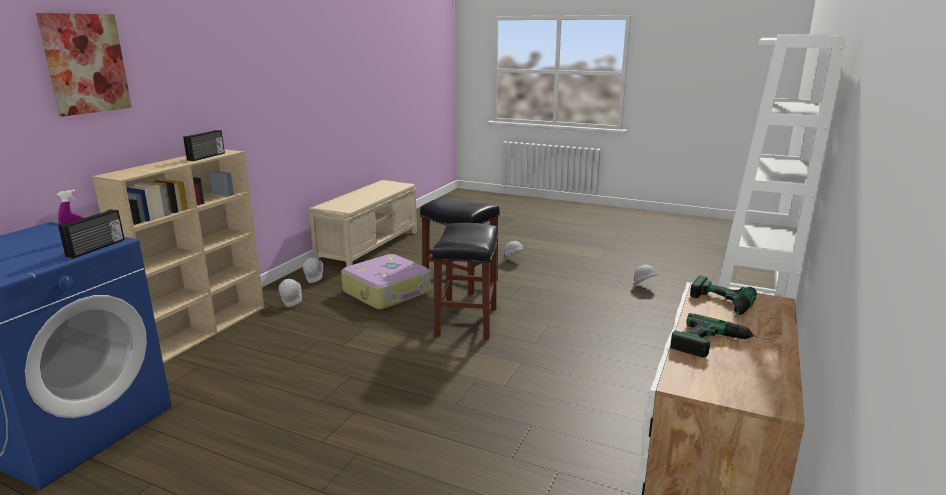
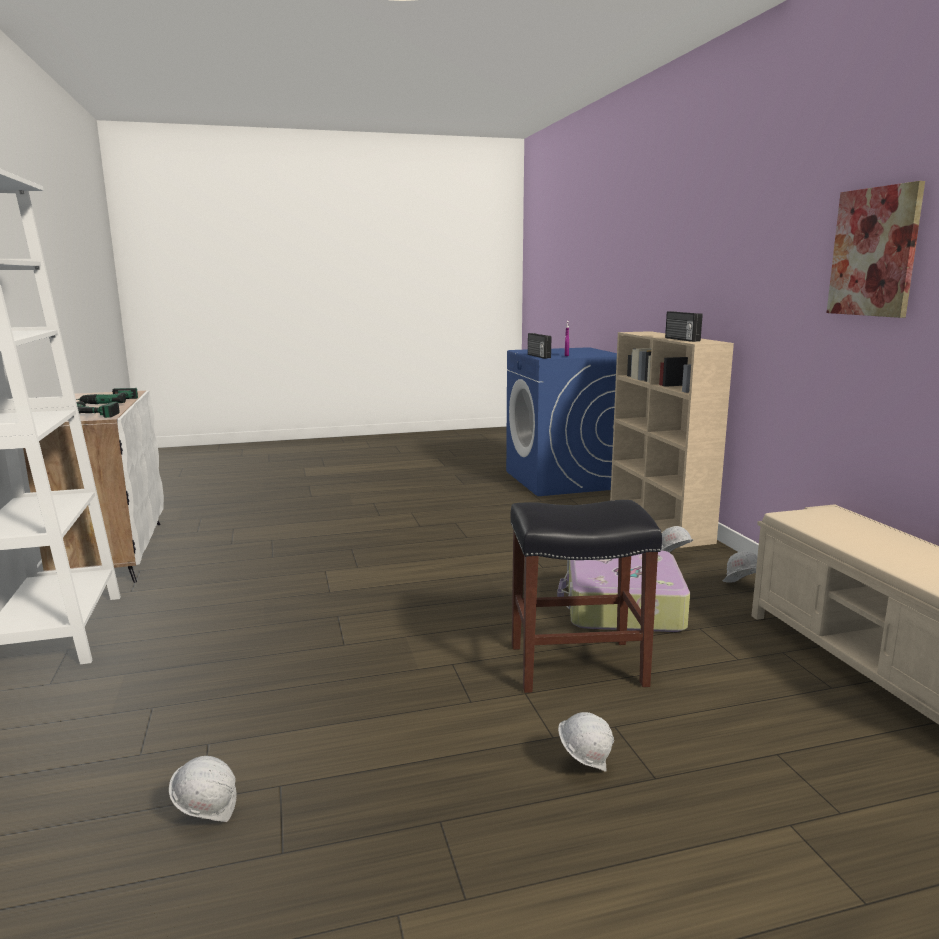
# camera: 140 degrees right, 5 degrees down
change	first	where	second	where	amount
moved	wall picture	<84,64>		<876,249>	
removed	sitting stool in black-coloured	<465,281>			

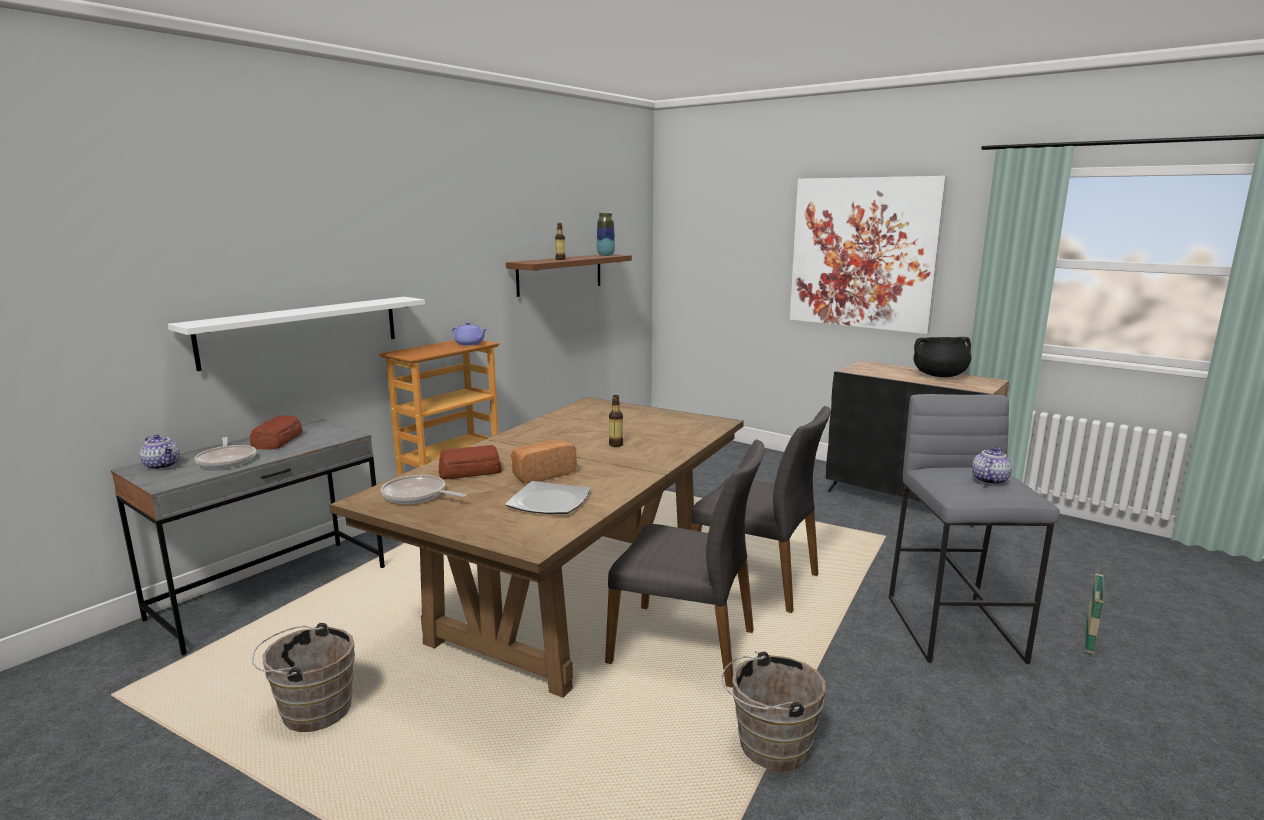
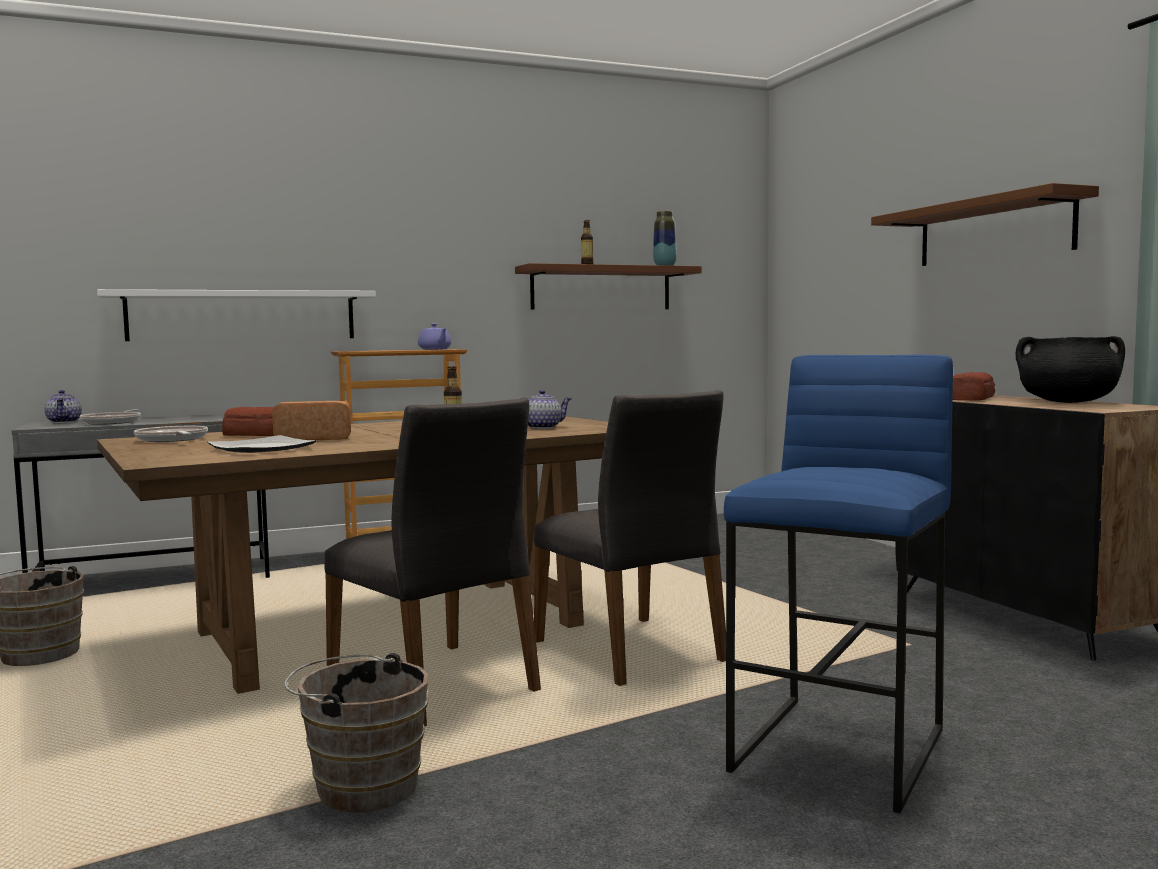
# camera: 30 degrees right, 10 degrees down
change	first	where	second	where	amount
moved	baked bread	<276,432>		<974,386>	
replaced	wall picture	<868,255>	bracket shelf in brownish	<985,224>	
recoloured	sitting stool in grey	<974,529>	sitting stool in blue-coloured	<838,584>	
moved	pot for tea	<992,466>		<544,409>	
removed	storage basket	<1097,607>			

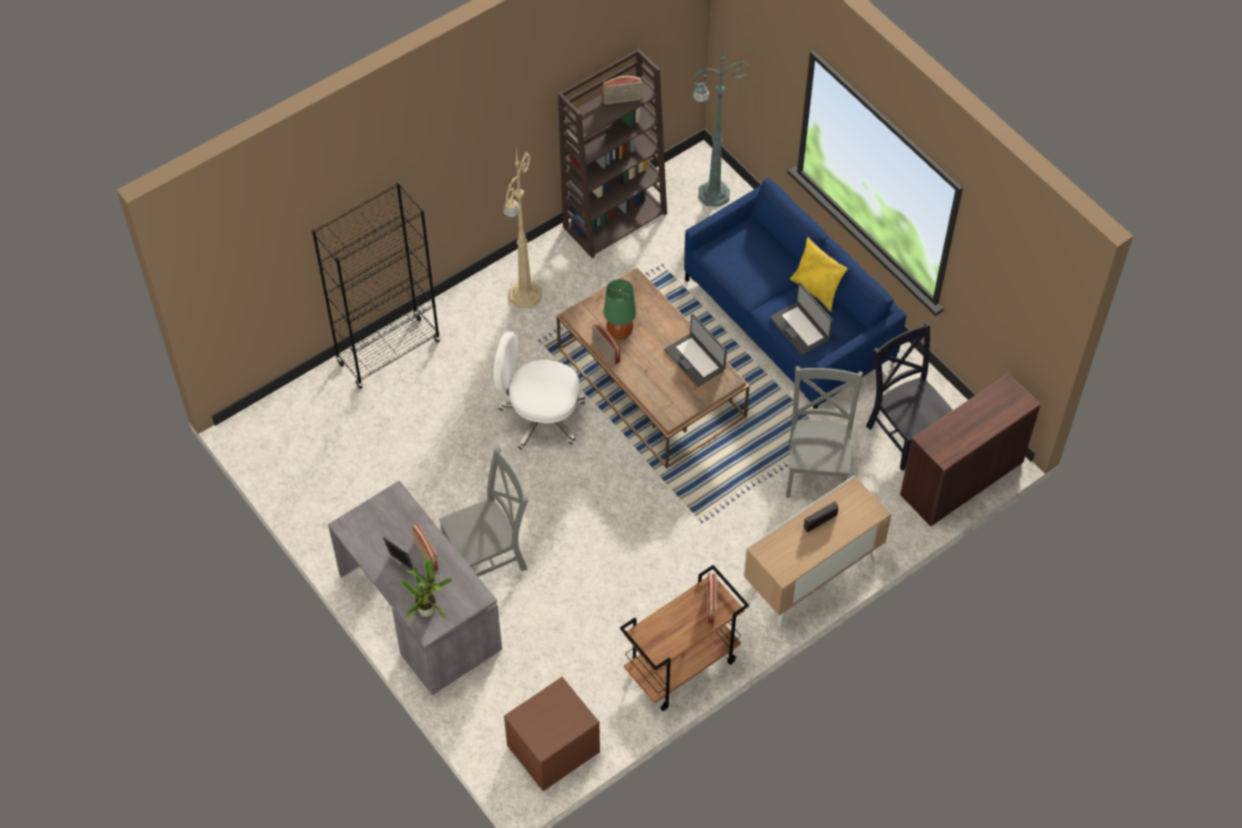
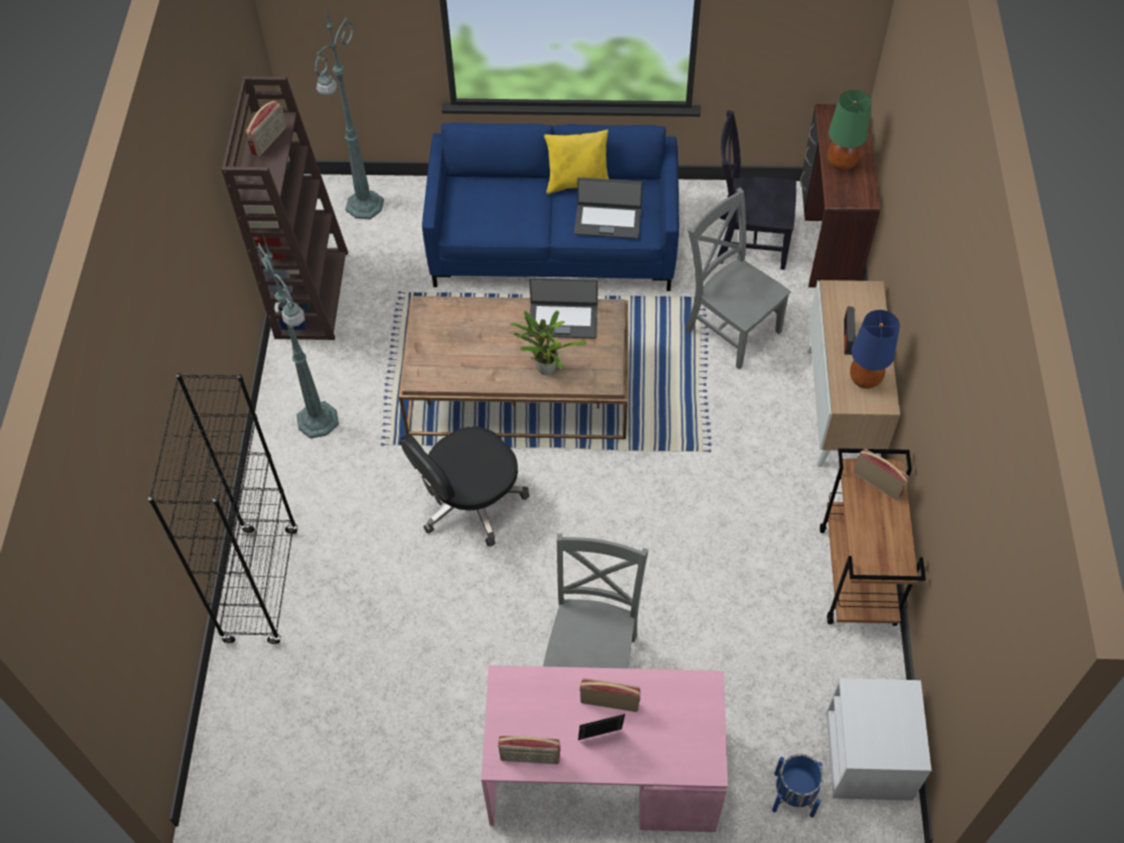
# camera: 50 degrees left, 0 degrees up
change	first	where	second	where	amount
recoloured	desk unit in grey	<415,587>	desk unit in pinkish	<604,748>	
moved	potted plant	<426,588>		<549,343>	
recoloured	computer chair in whitish	<539,391>	computer chair in black-coloured	<465,486>	
recoloured	standard lamp in beige	<522,228>	standard lamp in green	<298,337>	
recoloured	nightstand in brownish	<552,734>	nightstand in whitish	<879,739>	
moved	radio receiver	<606,343>		<529,750>	
moved	tabletop lamp in green	<620,309>		<850,130>	
added			plant pot in blue-coloured	<798,786>	
added			tabletop lamp in blue-coloured	<875,349>	

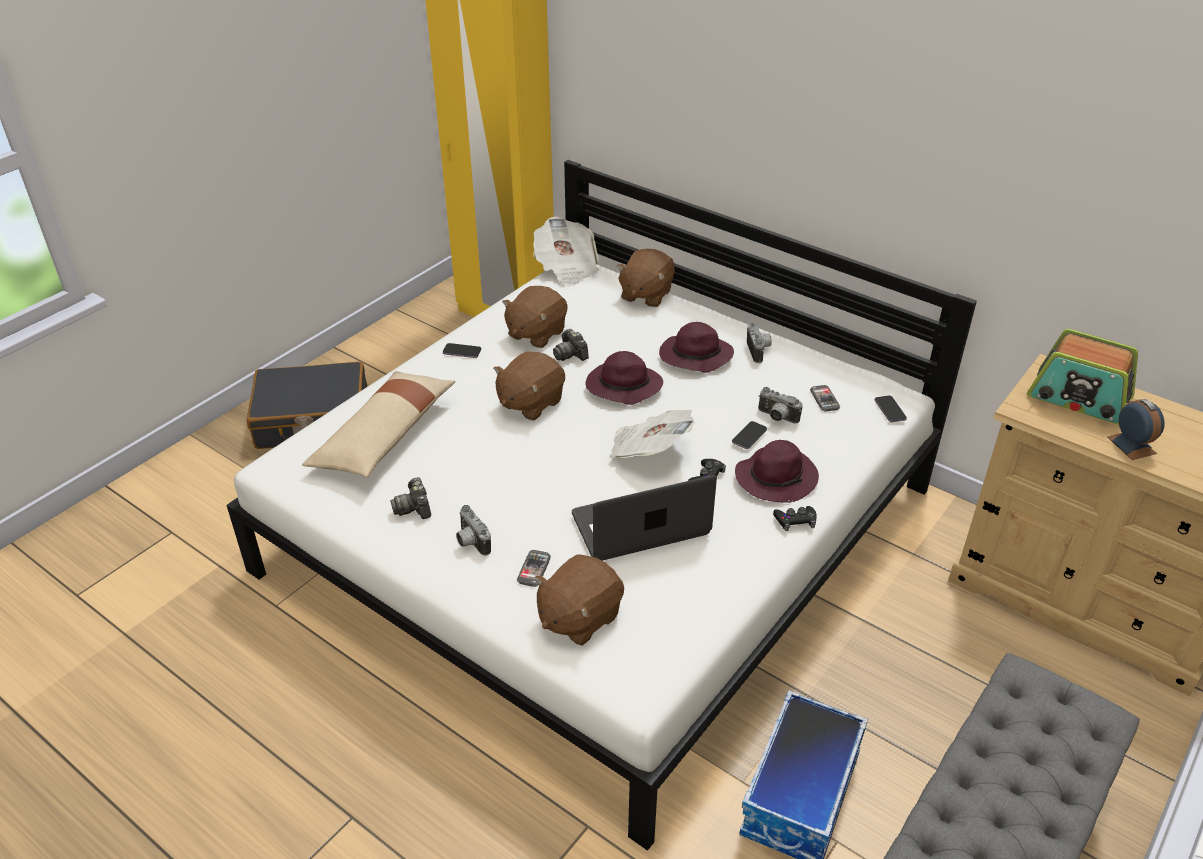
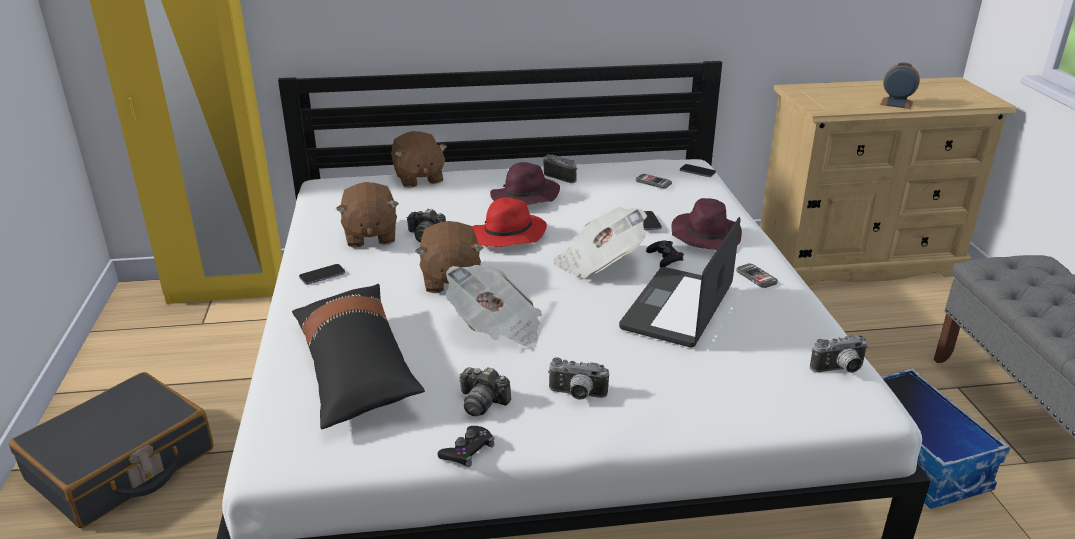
# camera: 45 degrees left, 10 degrees down
change	first	where	second	where	amount
recoloured	throw pillow in beige	<379,424>	throw pillow in black-coloured	<358,356>	
moved	telephone	<534,568>		<757,276>	
moved	printed paper	<566,252>		<493,306>	
removed	plush toy in brownish	<579,600>			
recoloured	clothing hat in purple	<624,378>	clothing hat in red-coloured	<509,222>	
moved	photo camera	<780,405>		<839,354>	
moved	game controller in black-coloured	<795,518>		<466,446>	
removed	radio receiver	<1082,377>			

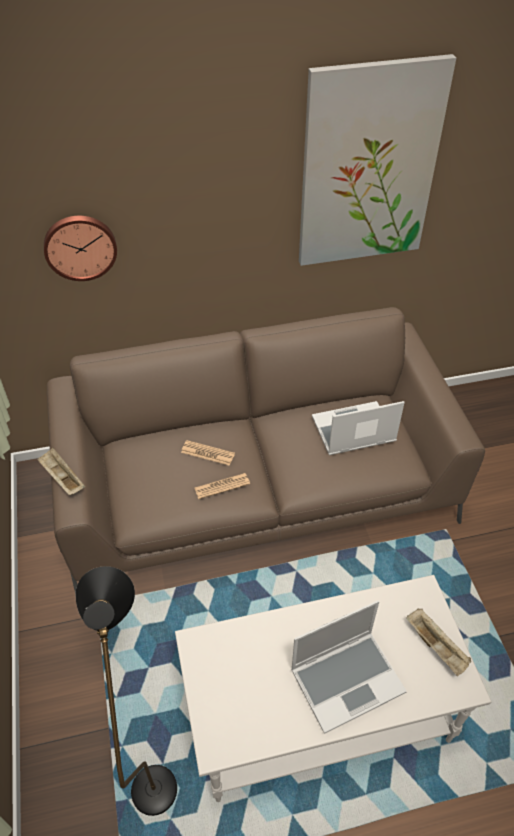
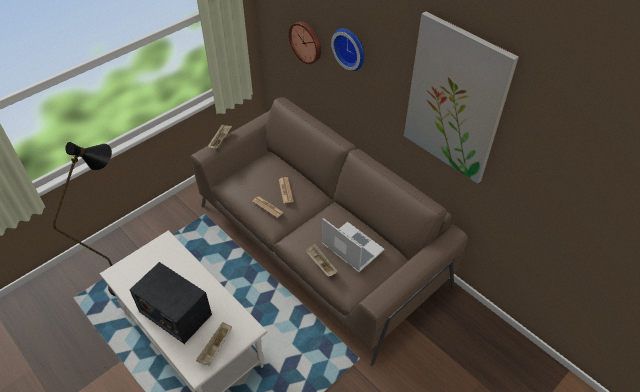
# camera: 60 degrees right, 0 degrees up
change	first	where	second	where	amount
replaced	portable computer	<349,667>	radio receiver	<170,303>	
added			tray in beige	<321,260>	
added			clock on the wall	<347,49>	

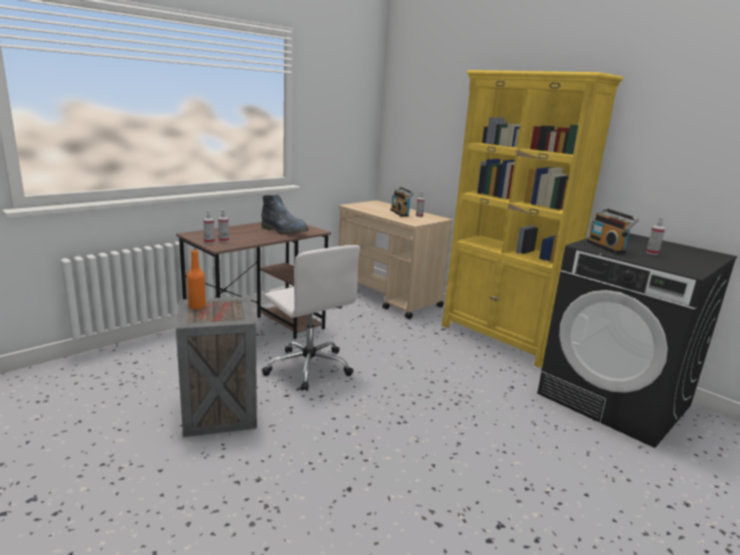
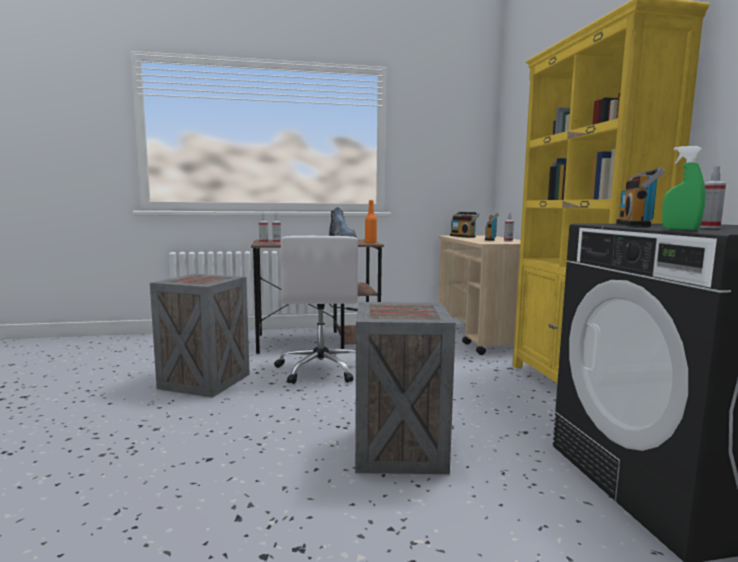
# camera: 35 degrees right, 10 degrees down
change	first	where	second	where	amount
moved	drink bottle in orange-coloured	<196,279>		<371,221>	
added			crate	<405,388>	
added			radio receiver	<465,225>	
added			sprayer in green	<684,188>	

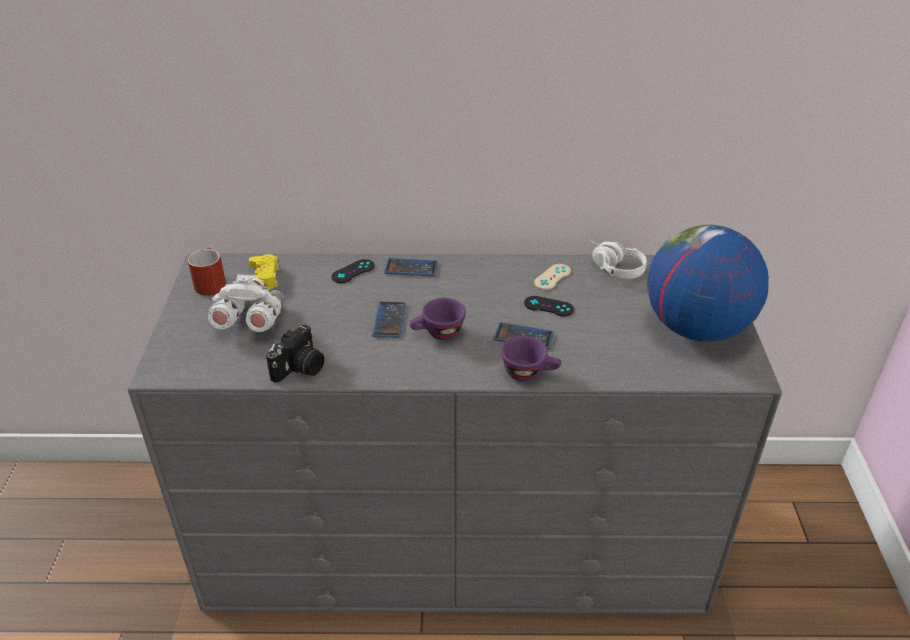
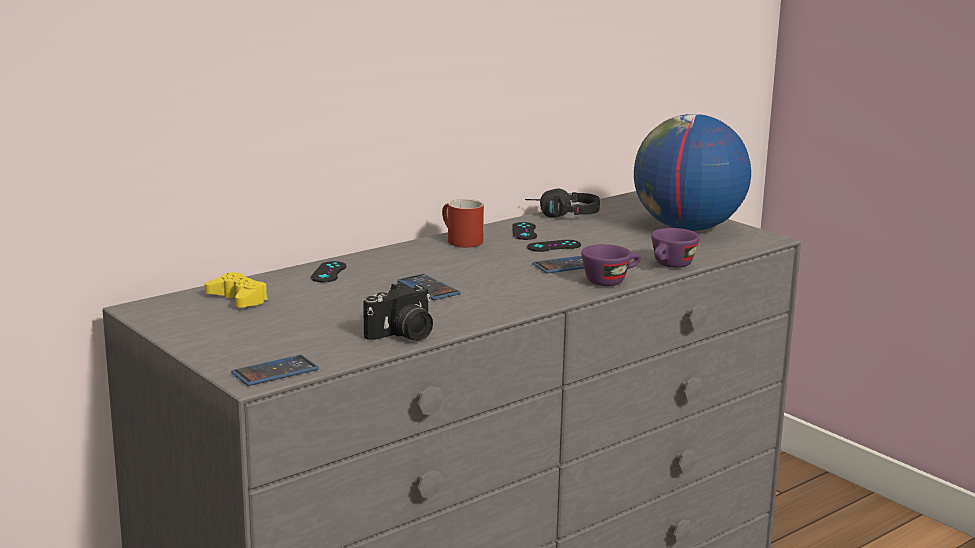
# camera: 40 degrees left, 20 degrees down
change	first	where	second	where	amount
moved	tea mug in red-coloured	<207,272>		<463,223>	
removed	field glasses in whitish	<246,303>			
turned	photo camera	<295,354>		<398,311>	60 degrees clockwise
moved	telephone	<411,267>		<275,370>	
moved	drinking cup in purple	<438,319>		<675,248>	
recoloured	game controller in beige	<552,277>	game controller in black-coloured	<524,231>	
recoloured	headphones in whitish	<618,260>	headphones in black-coloured	<562,203>	

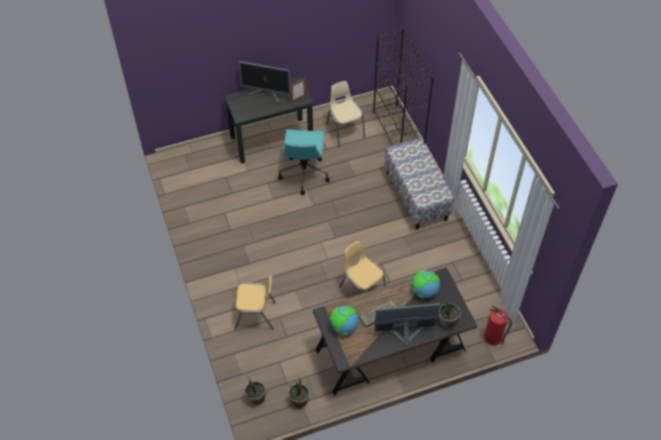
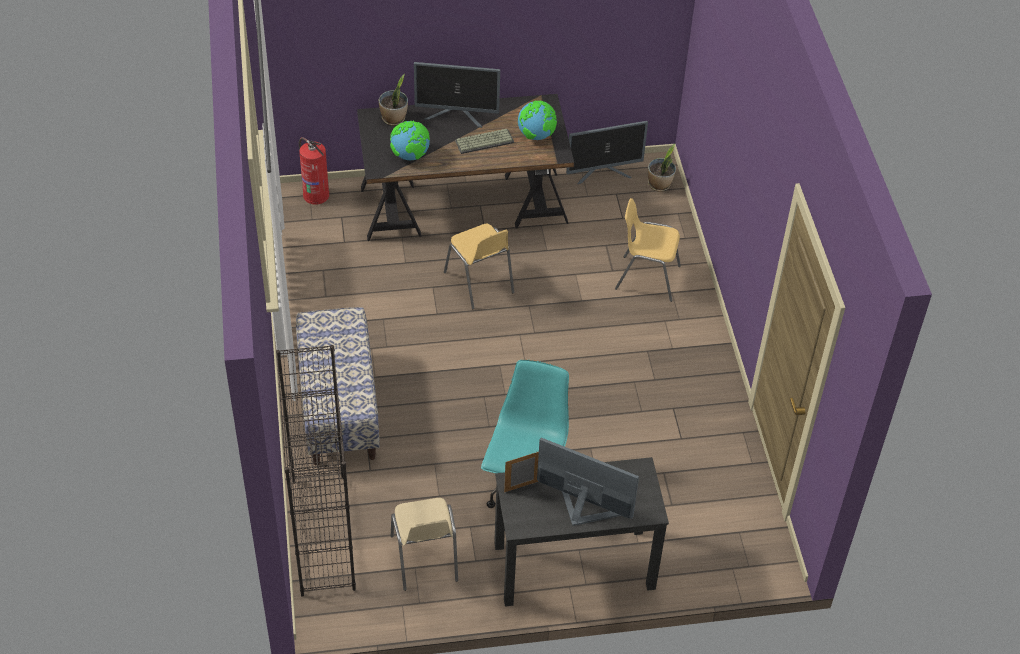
# camera: 170 degrees left, 5 degrees down
change	first	where	second	where	amount
replaced	potted plant	<299,392>	computer display	<607,152>	

